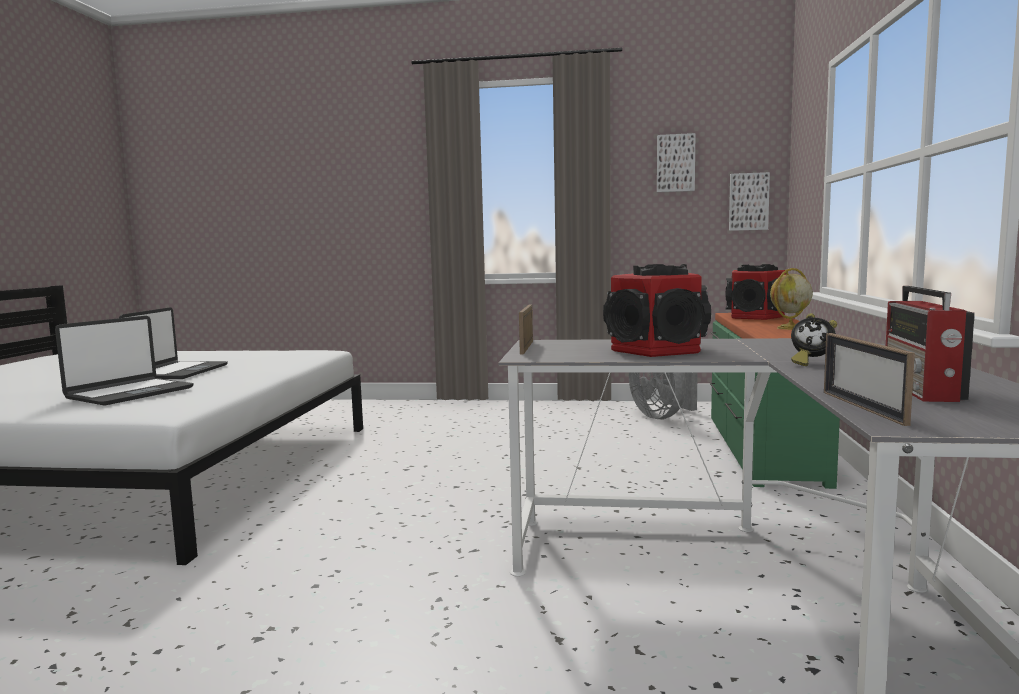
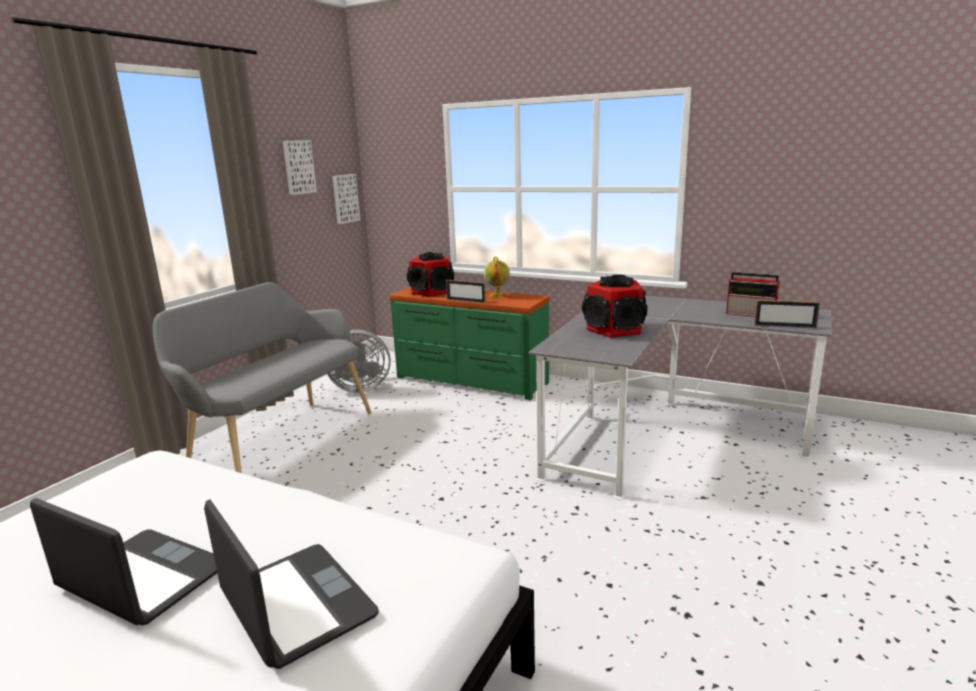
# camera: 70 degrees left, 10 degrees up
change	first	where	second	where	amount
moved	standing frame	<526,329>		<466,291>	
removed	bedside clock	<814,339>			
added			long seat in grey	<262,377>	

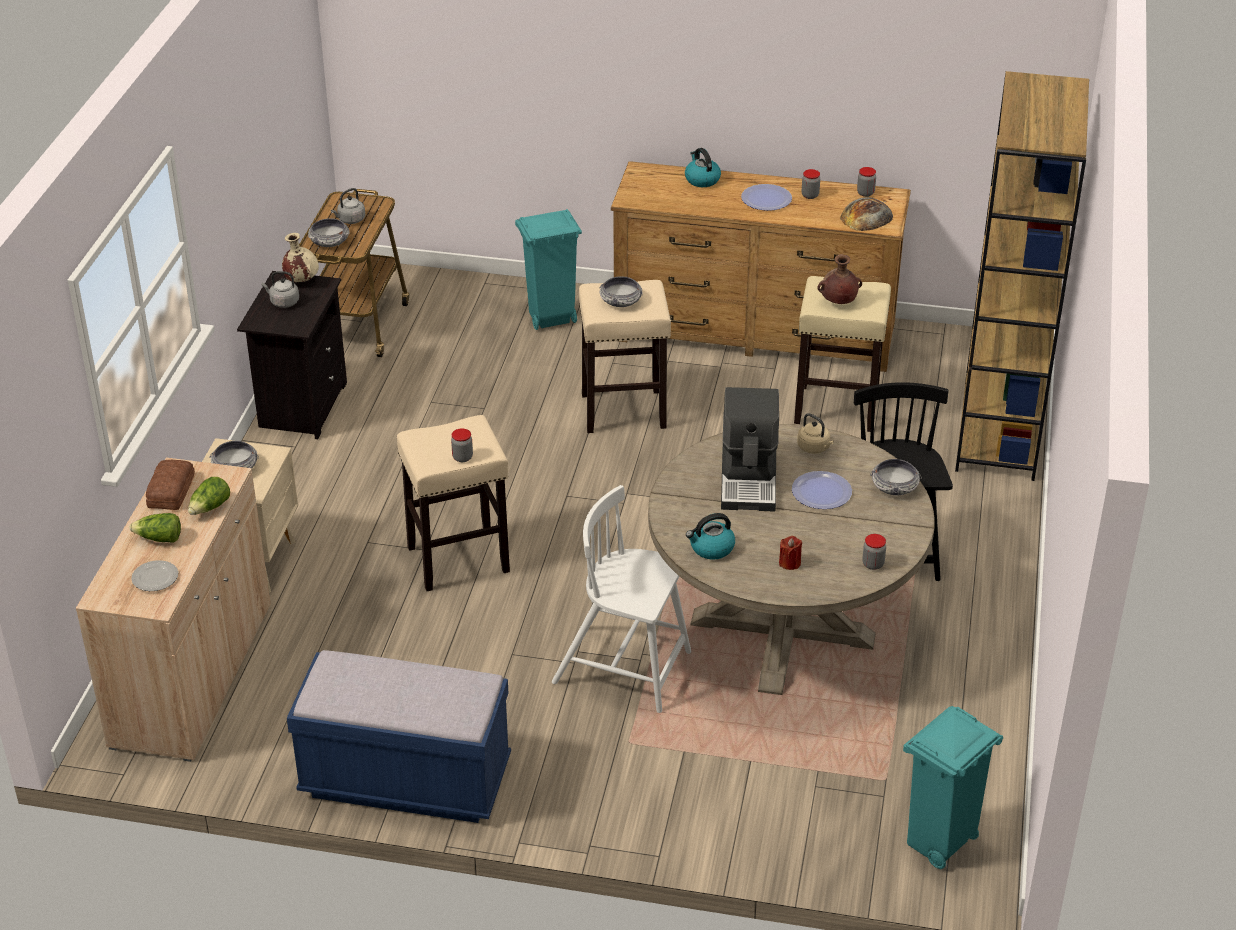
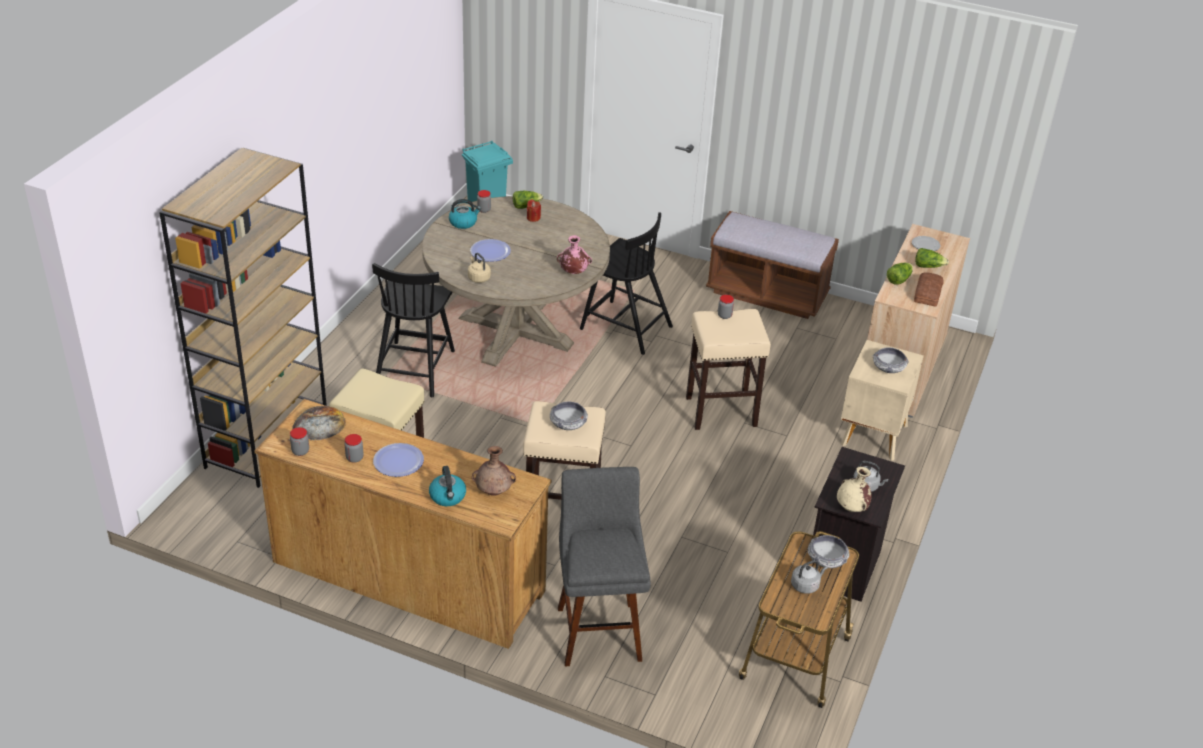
# camera: 170 degrees left, 0 degrees up
change	first	where	second	where	amount
recoloured	long seat in blue-coloured	<399,736>	long seat in brownish	<772,265>	
replaced	waste bin in turquoise	<548,269>	sitting stool in grey	<604,567>	
recoloured	plain chair in whitish	<621,599>	plain chair in black-coloured	<626,283>	
moved	kettle	<710,536>		<465,214>	
removed	coffee brewer	<750,449>			
moved	decorative vase in brownish	<839,279>		<494,471>	
removed	bowl	<896,477>			
added			head of lettuce	<528,200>	
added			decorative vase in pinkish	<574,254>	

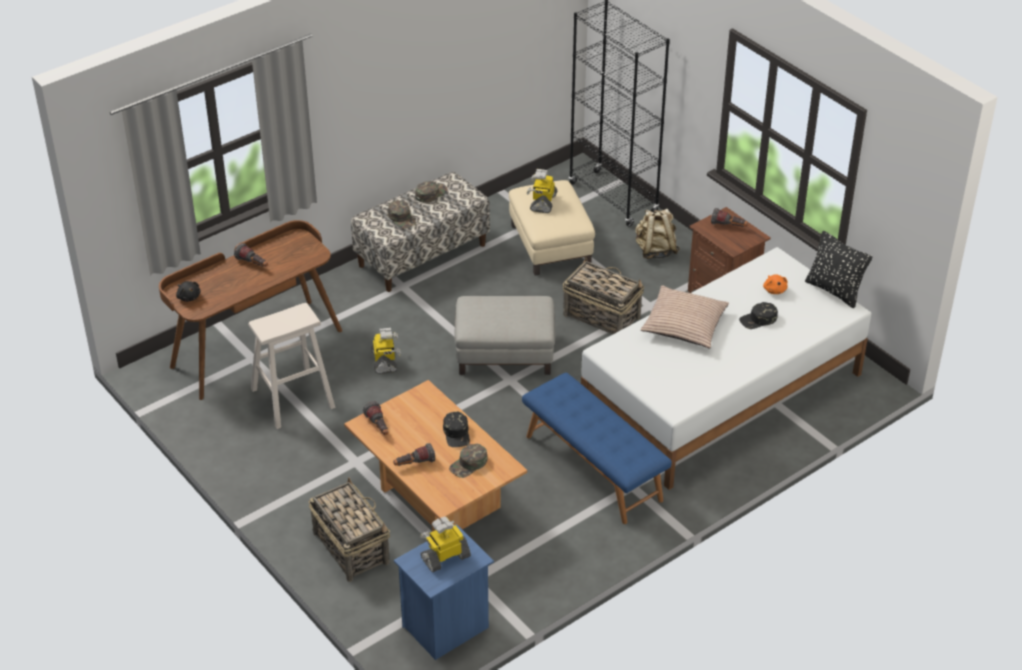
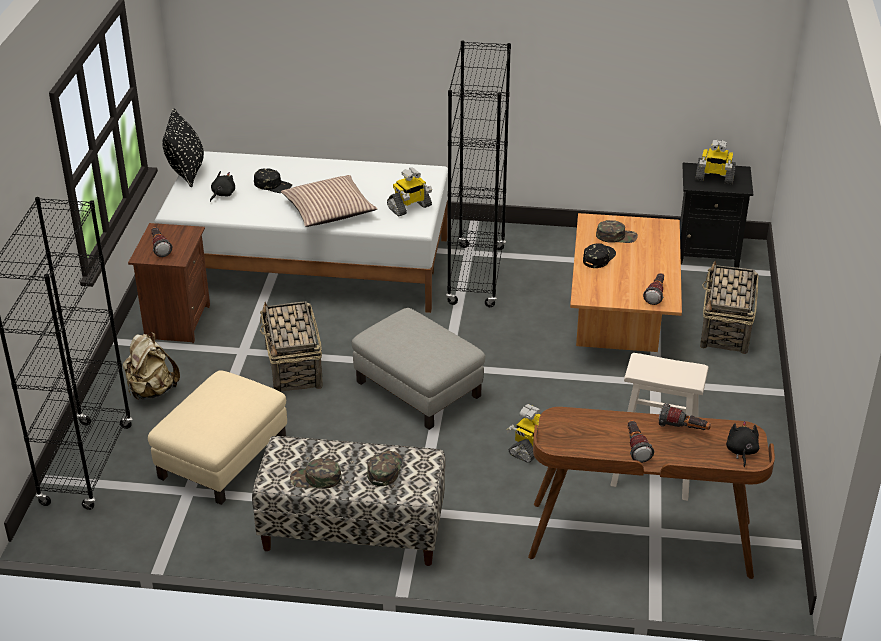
# camera: 135 degrees left, 5 degrees down
change	first	where	second	where	amount
moved	hand torch	<414,454>		<685,416>	
recoloured	nightstand in blue-coloured	<444,592>	nightstand in black-coloured	<716,215>	
replaced	long seat in blue-coloured	<597,448>	bookcase in black-coloured	<478,174>	
moved	model robot	<542,191>		<409,192>	
recoloured	plush toy in orange-coloured	<775,284>	plush toy in black-coloured	<222,186>	

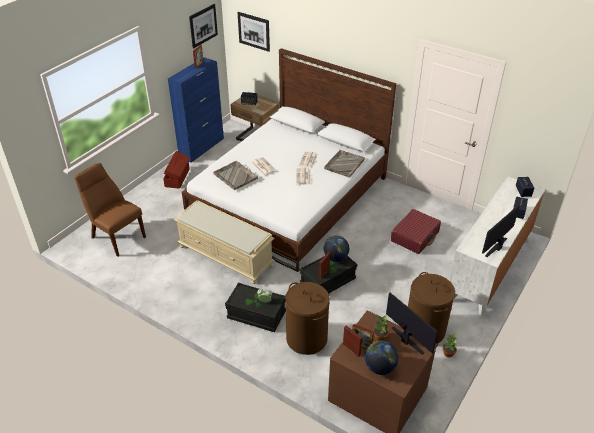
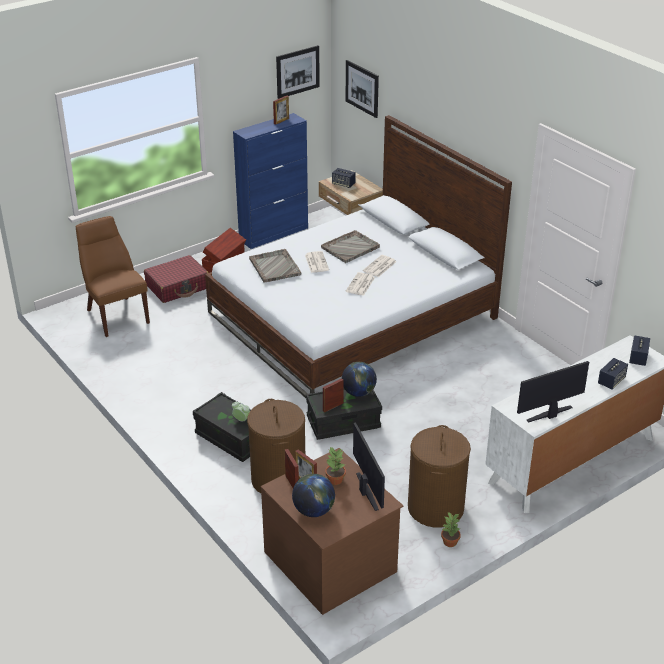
# camera: 20 degrees right, 5 degrees down
change	first	where	second	where	amount
removed	long seat in beige	<224,242>			
moved	tray in grey	<344,164>		<350,246>	
moved	piece of luggage in red-coloured	<416,231>		<176,279>	

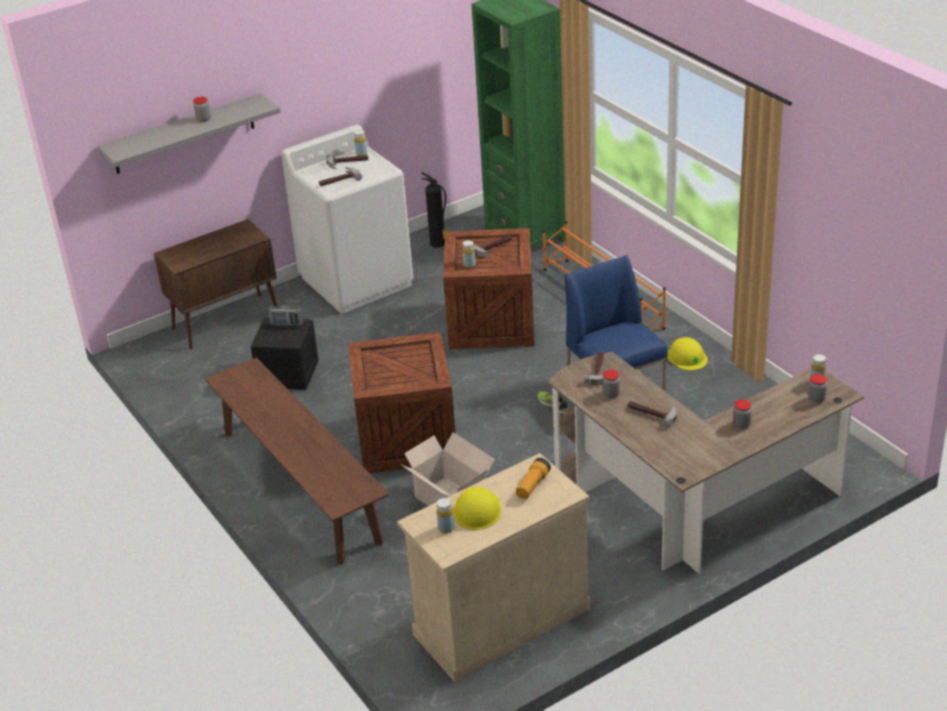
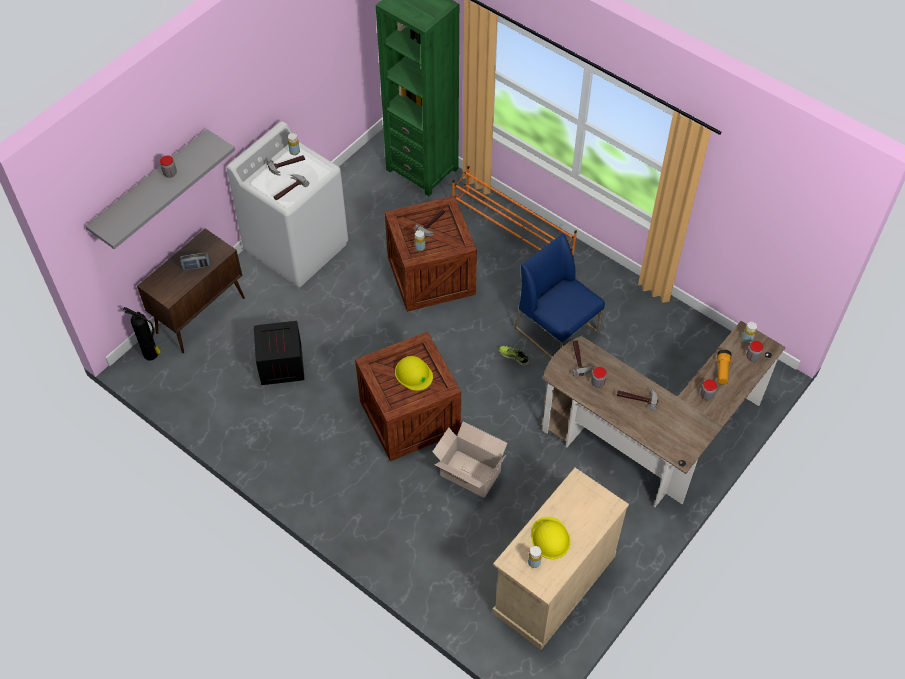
# camera: 20 degrees left, 20 degrees up
change	first	where	second	where	amount
removed	long seat in brownish	<297,460>			
moved	radio receiver	<285,316>		<195,261>	
moved	fire extinguisher	<433,210>		<142,333>	
moved	hand torch	<533,478>		<724,367>	
moved	work helmet in yellow	<687,354>		<414,373>	

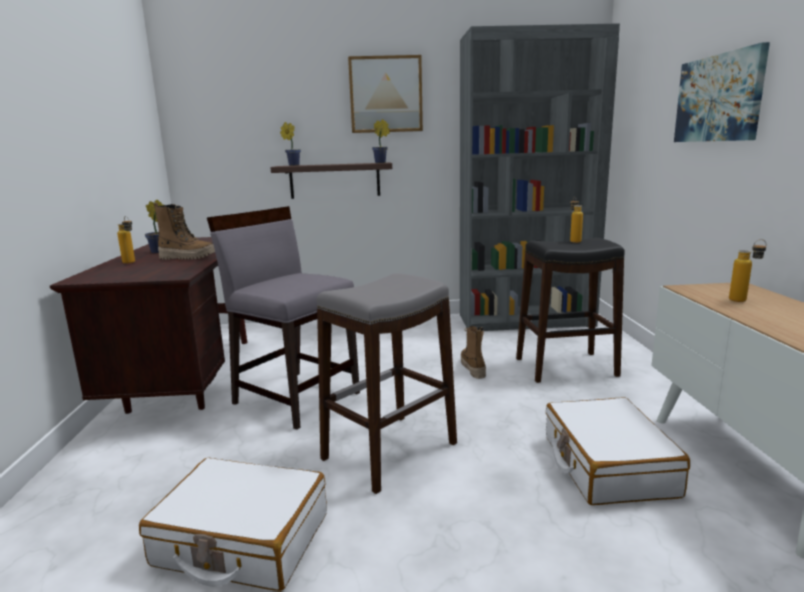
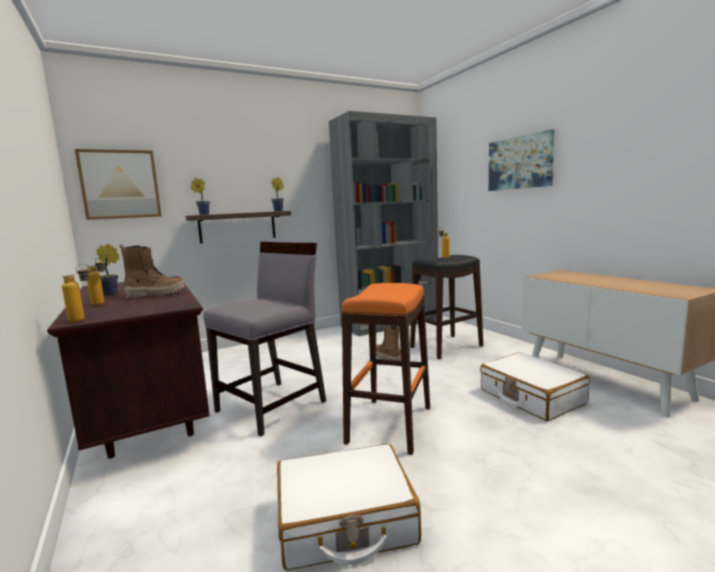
# camera: 25 degrees left, 5 degrees down
change	first	where	second	where	amount
turned	plain chair in grey	<283,318>		<265,339>	120 degrees clockwise
recoloured	sitting stool in grey	<387,383>	sitting stool in orange-coloured	<386,369>	
moved	wall picture	<385,94>		<118,184>	
moved	drink bottle	<747,270>		<76,293>	

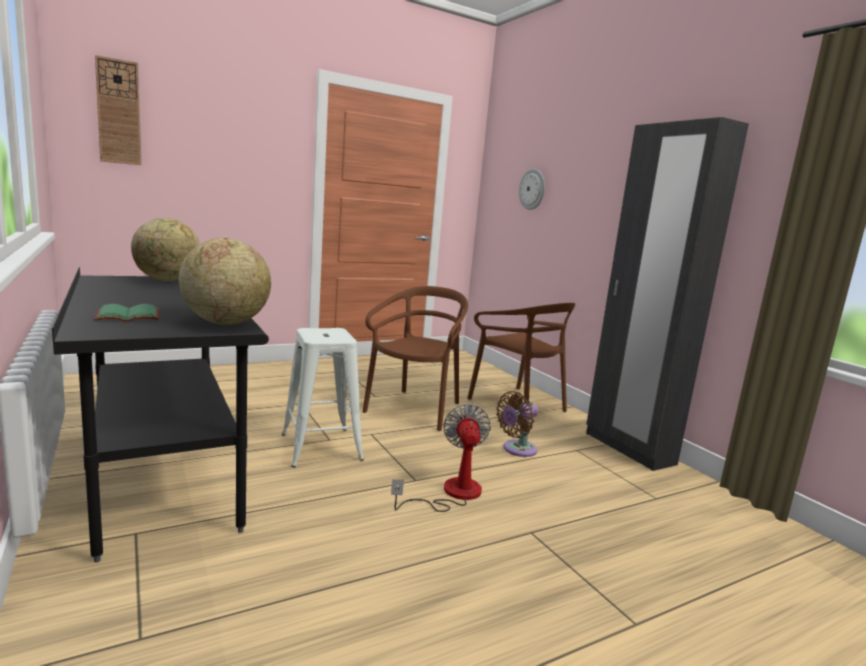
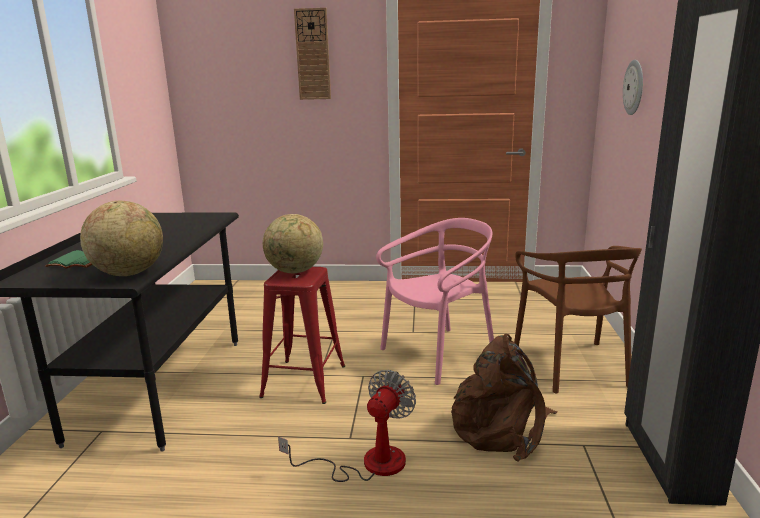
# camera: 35 degrees right, 5 degrees up
change	first	where	second	where	amount
moved	clock on the wall	<118,110>		<312,54>	
moved	globe	<165,249>		<293,243>	
recoloured	sitting stool in whitish	<323,398>	sitting stool in red-coloured	<302,335>	
recoloured	plain chair in brownish	<415,358>	plain chair in pinkish	<435,301>	
replaced	electric fan in brownish	<517,424>	backpack in brownish	<504,398>	

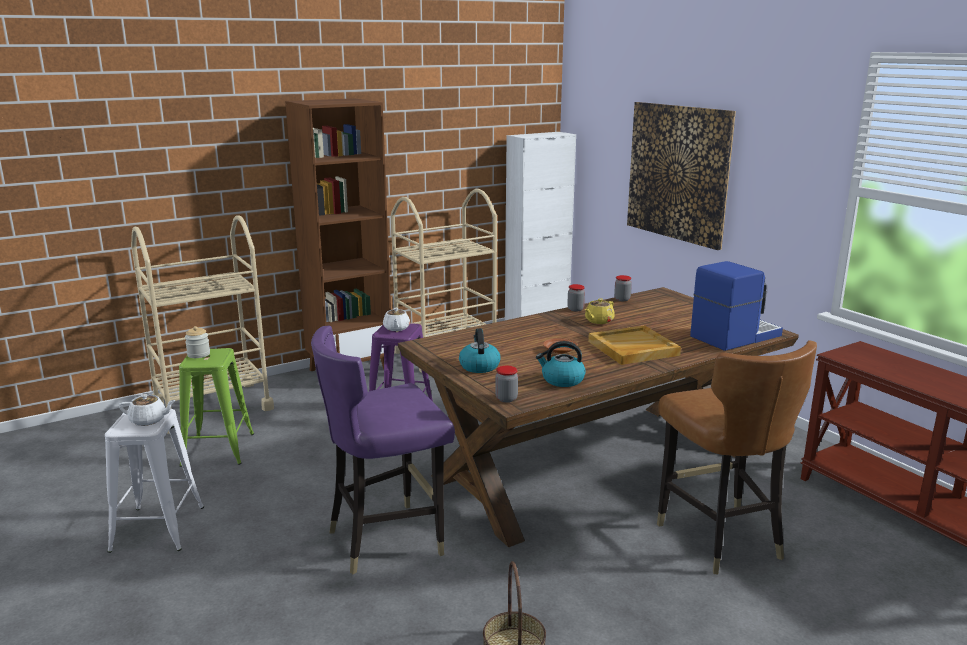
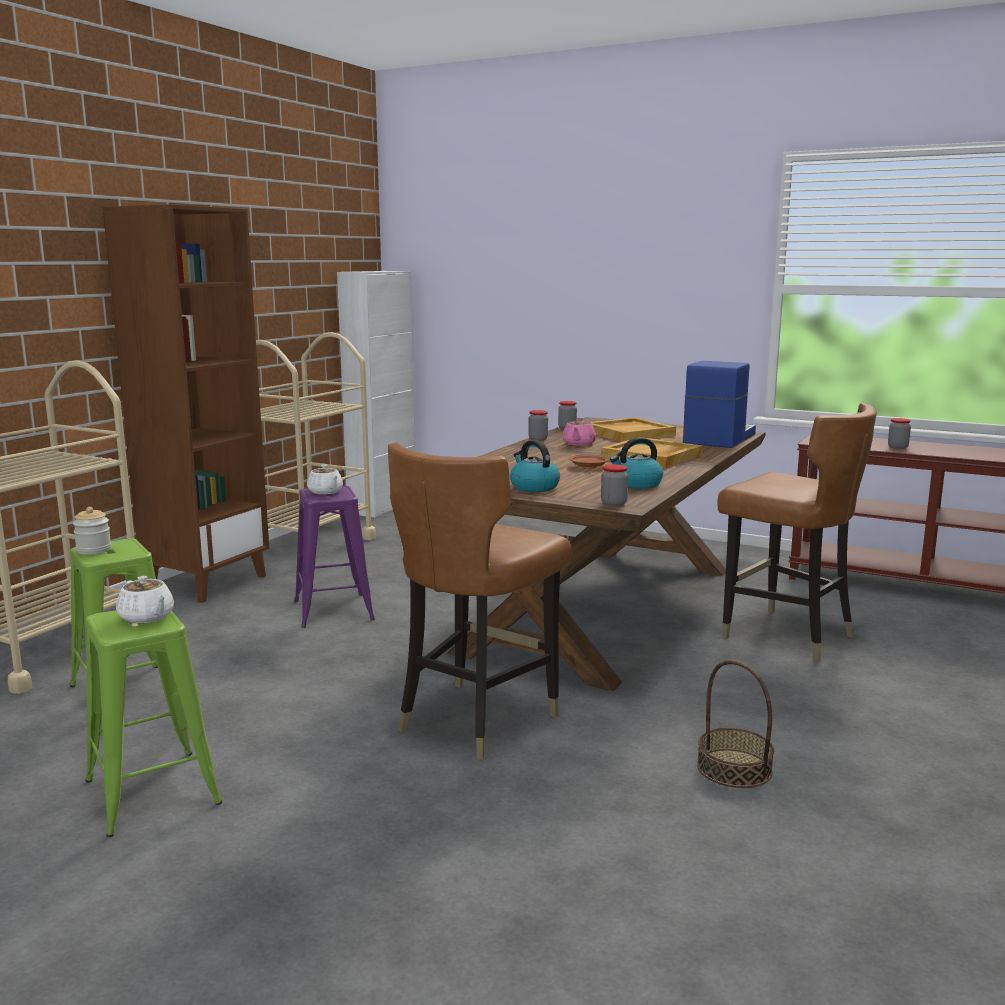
# camera: 30 degrees left, 5 degrees down
change	first	where	second	where	amount
recoloured	sitting stool in whitish	<154,481>	sitting stool in green	<153,723>	
turned	pot for tea in whitish	<147,410>		<145,600>	75 degrees clockwise
recoloured	plain chair in purple	<383,450>	plain chair in brownish	<479,601>	
recoloured	pot for tea in yellow	<600,311>	pot for tea in pinkish	<579,431>	
removed	wall picture	<681,176>			
added			tray in beige	<633,429>	
added			preserve jar	<899,433>	

